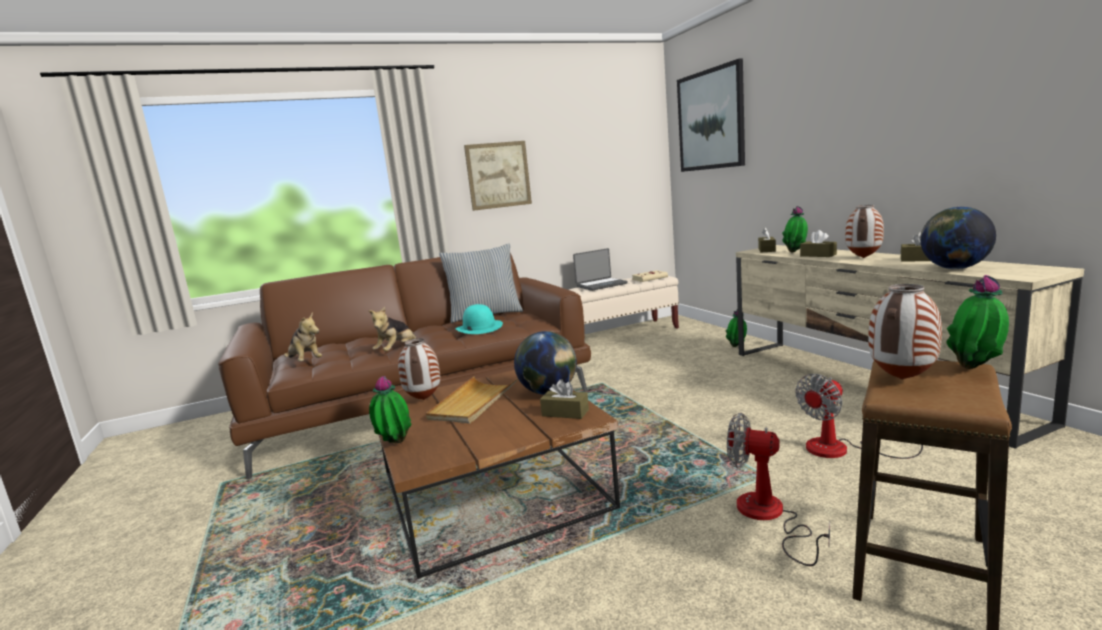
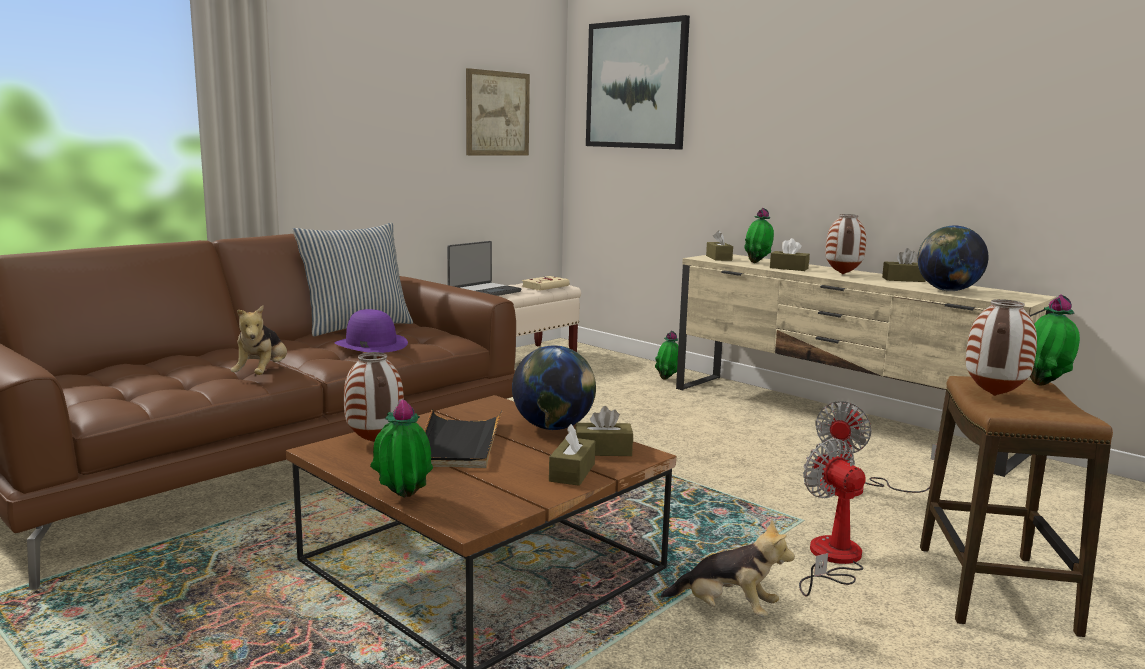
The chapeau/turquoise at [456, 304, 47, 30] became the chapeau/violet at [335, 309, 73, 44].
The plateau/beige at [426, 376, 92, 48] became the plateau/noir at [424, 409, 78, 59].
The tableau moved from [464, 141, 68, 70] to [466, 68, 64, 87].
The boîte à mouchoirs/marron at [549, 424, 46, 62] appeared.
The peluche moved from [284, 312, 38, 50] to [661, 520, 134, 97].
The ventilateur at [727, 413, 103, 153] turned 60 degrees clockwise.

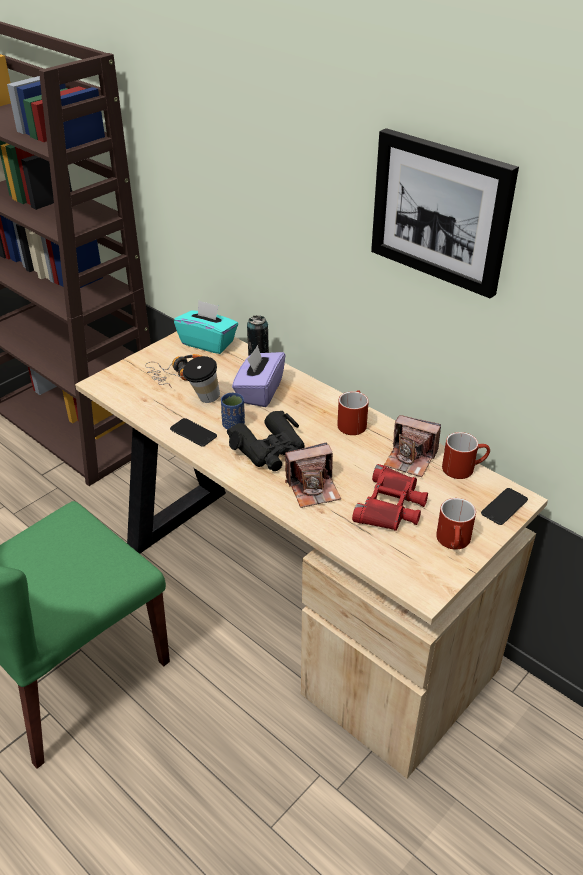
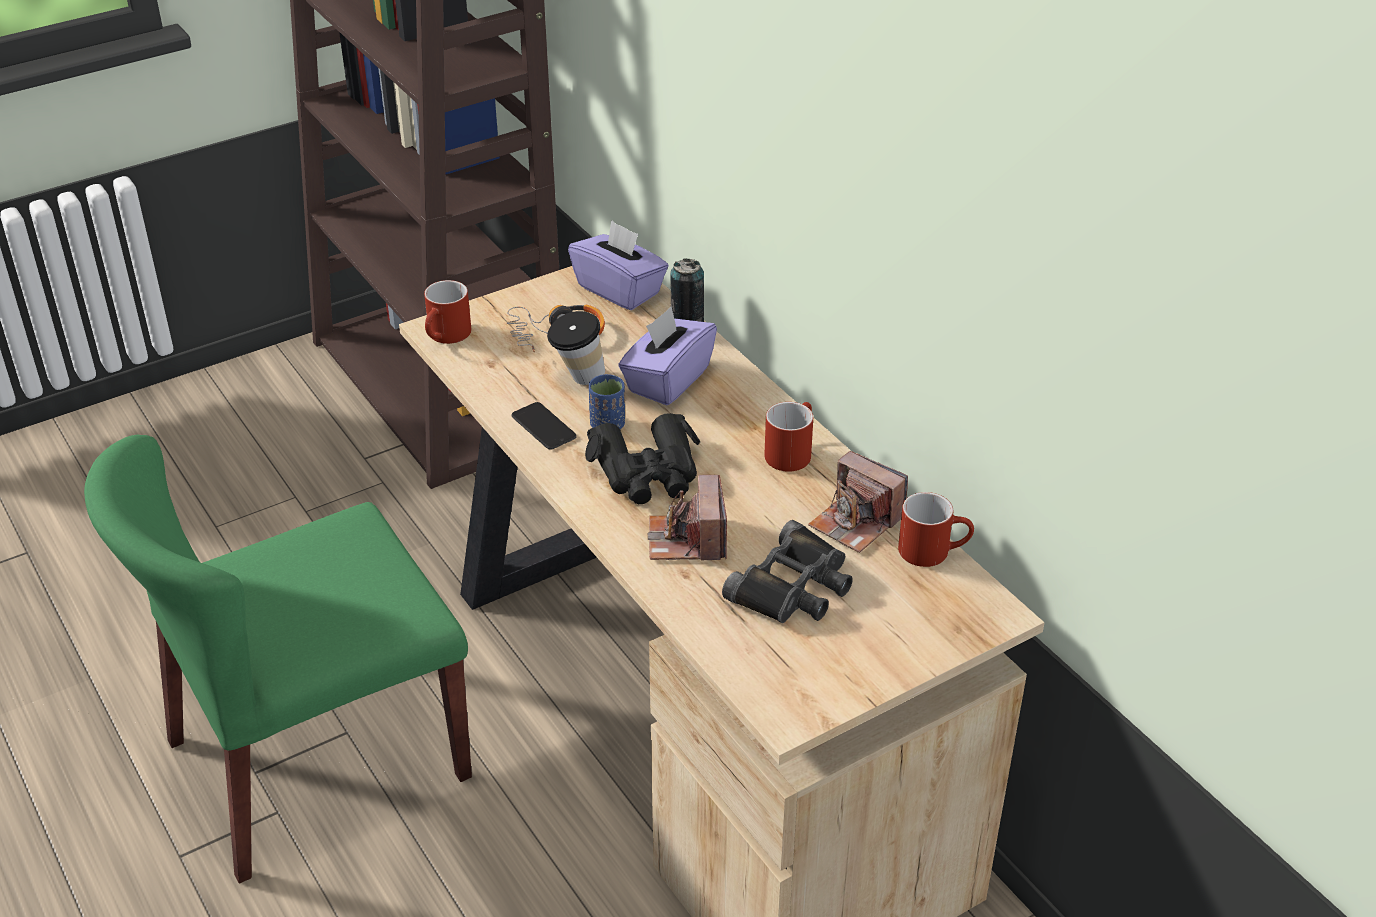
The mug/rouge moved from [436, 498, 40, 52] to [424, 280, 47, 64].
The boîte à mouchoirs/turquoise at [174, 300, 64, 54] became the boîte à mouchoirs/violet at [568, 220, 101, 90].
The appareil photo at [285, 442, 56, 66] turned 90 degrees clockwise.
The jumelles/rouge at [352, 464, 76, 67] became the jumelles/noir at [722, 520, 131, 103].
The tableau at [371, 128, 148, 170] disappeared.
The téléphone at [481, 488, 47, 37] disappeared.

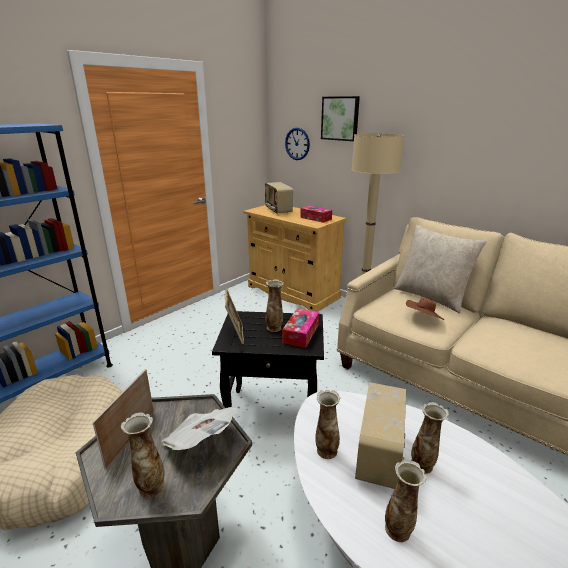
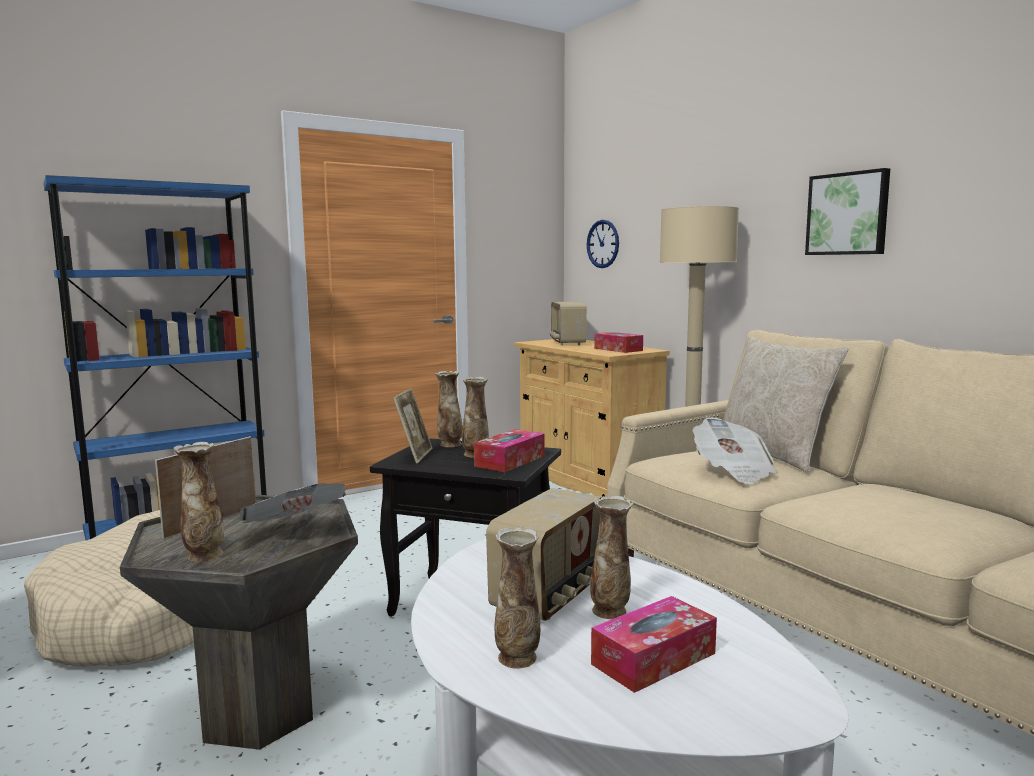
The vase moved from [315, 390, 26, 69] to [435, 371, 28, 76].
The boîte à mouchoirs at [591, 596, 126, 97] appeared.
The chapeau/marron at [406, 298, 38, 22] was replaced by the journal at [692, 417, 85, 67].
The tableau moved from [321, 96, 39, 45] to [805, 168, 85, 87].

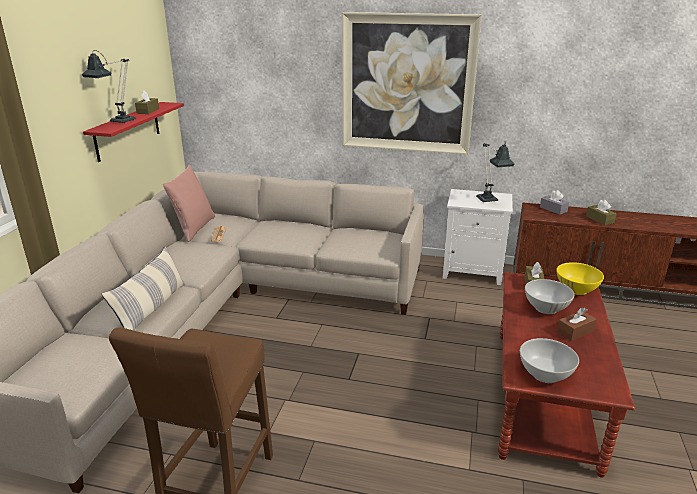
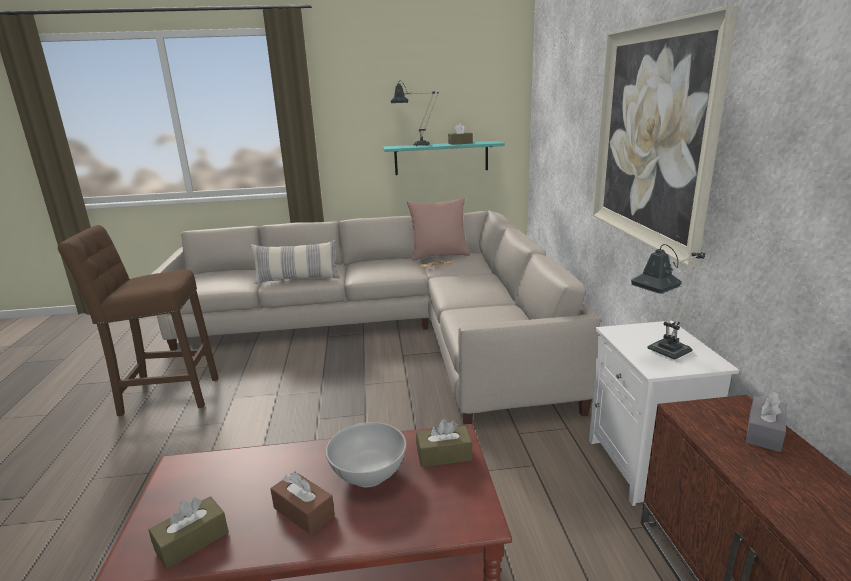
The boîte à mouchoirs/marron moved from [586, 200, 31, 25] to [149, 496, 79, 73].
The étagère/rouge at [83, 102, 101, 60] became the étagère/turquoise at [383, 141, 122, 34].
The bol/blanc at [520, 338, 59, 45] disappeared.
The bol/jaune at [556, 262, 48, 33] disappeared.

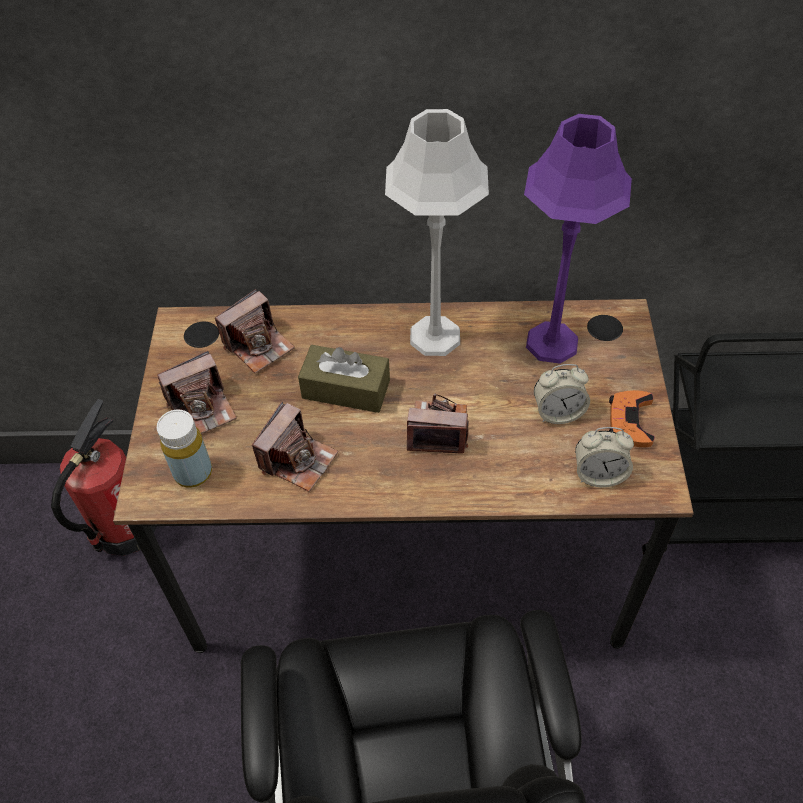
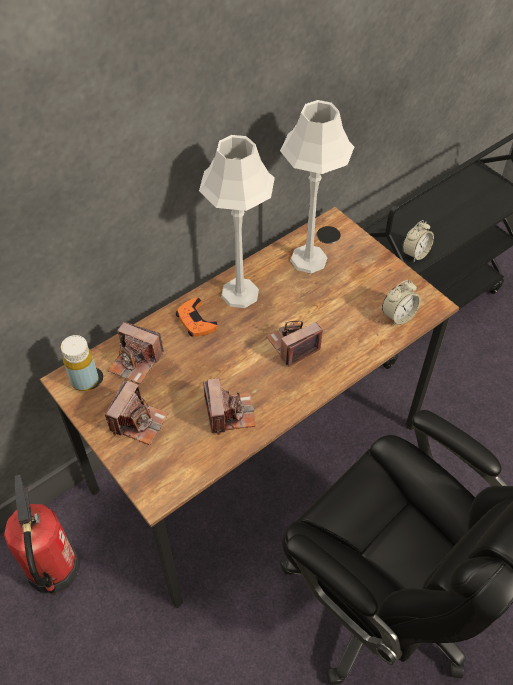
The bouteille/jaune moved from [157, 410, 55, 78] to [61, 335, 38, 56].
The appareil photo at [215, 289, 80, 84] turned 105 degrees clockwise.
The manette/orange moved from [609, 390, 46, 57] to [176, 298, 42, 39].
The lampe de table/violet at [524, 114, 108, 250] became the lampe de table/gris at [280, 100, 74, 173].
The réveil moved from [534, 364, 56, 60] to [402, 220, 32, 42].
The boîte à mouchoirs/marron at [298, 345, 92, 68] disappeared.

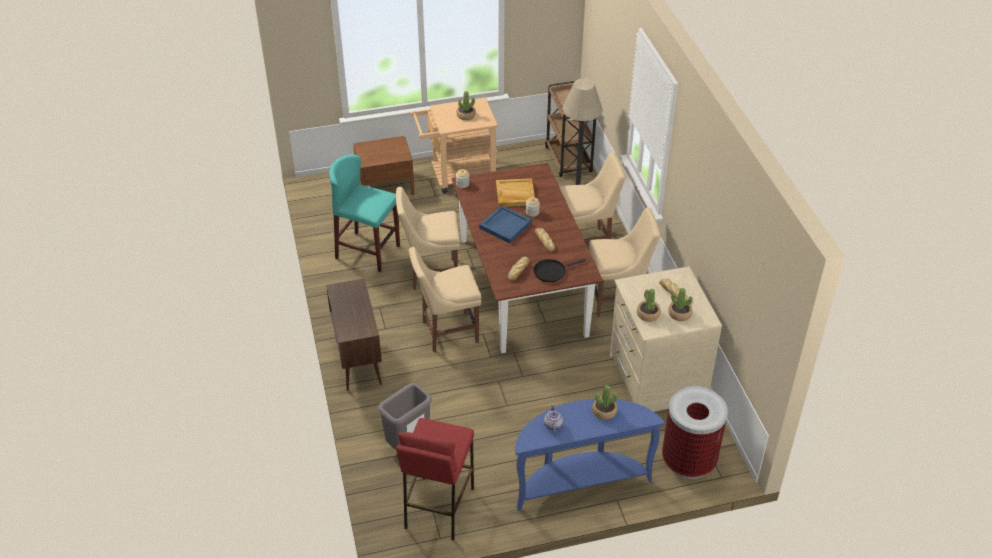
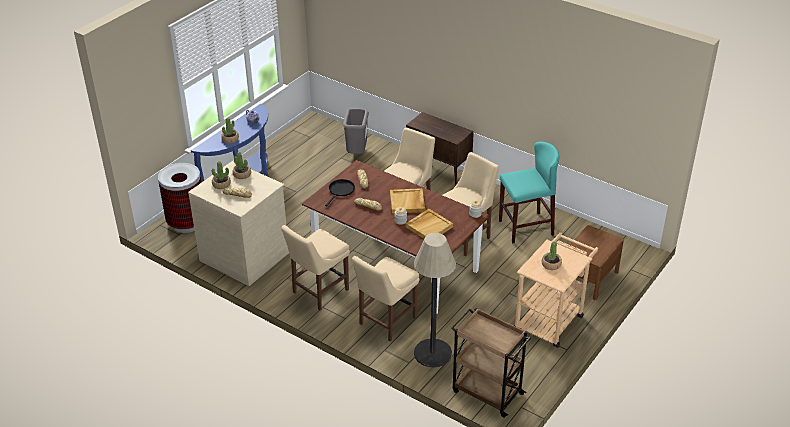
The plateau/bleu at [479, 205, 53, 38] became the plateau/beige at [390, 188, 35, 25].
The tabouret/rouge at [396, 418, 78, 123] disappeared.

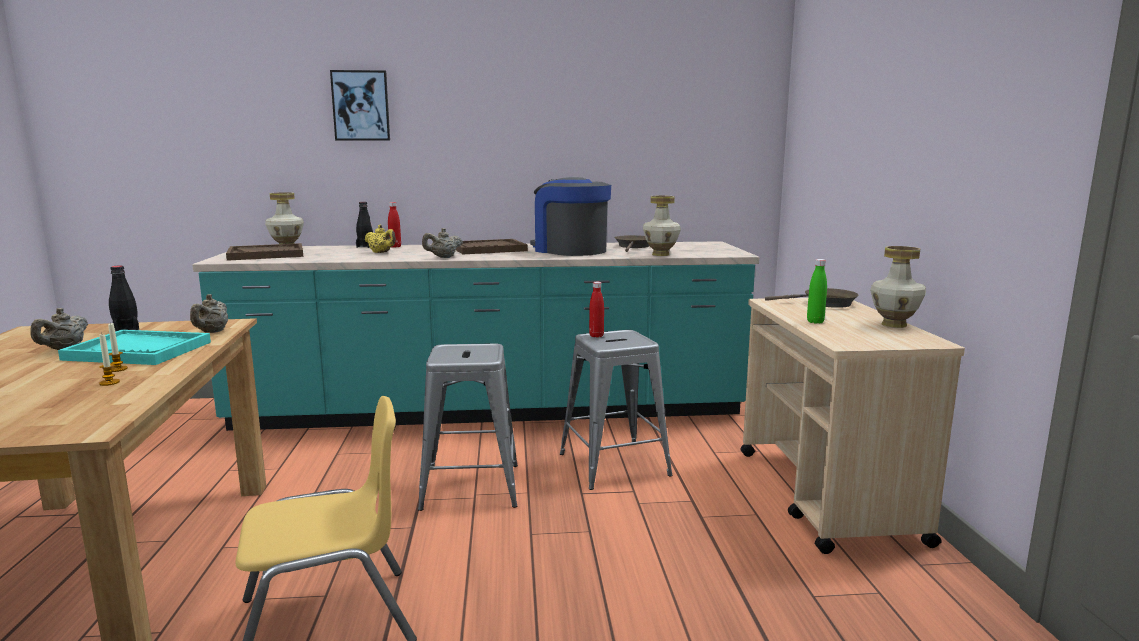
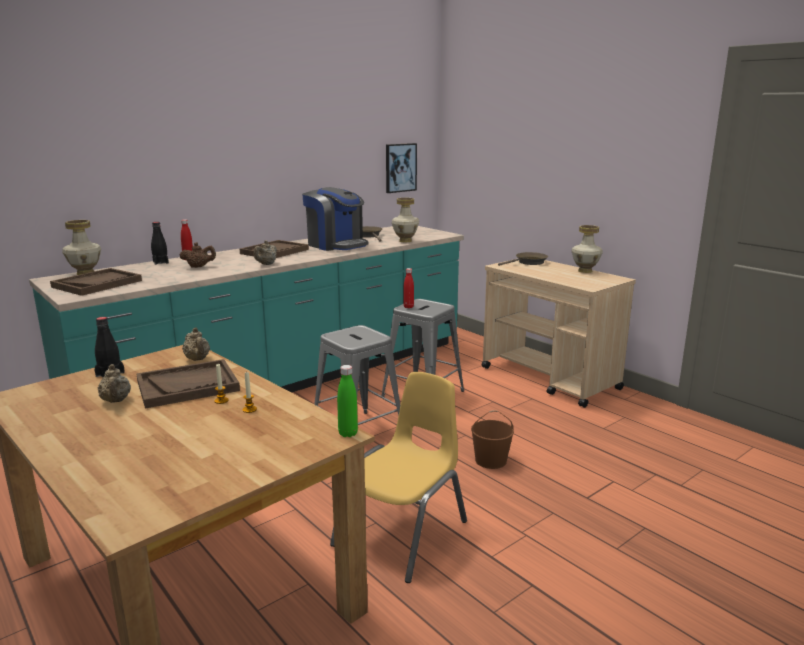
The plateau/turquoise at [58, 330, 153, 35] became the plateau/marron at [136, 359, 104, 50].
The théière/jaune at [365, 224, 31, 29] became the théière/marron at [180, 242, 36, 26].
The machine à café at [530, 177, 81, 79] turned 150 degrees counterclockwise.
The bouteille/vert moved from [807, 259, 20, 65] to [337, 365, 21, 72].
The tableau moved from [330, 70, 60, 71] to [386, 143, 31, 50].
The seau/marron at [471, 410, 43, 59] appeared.

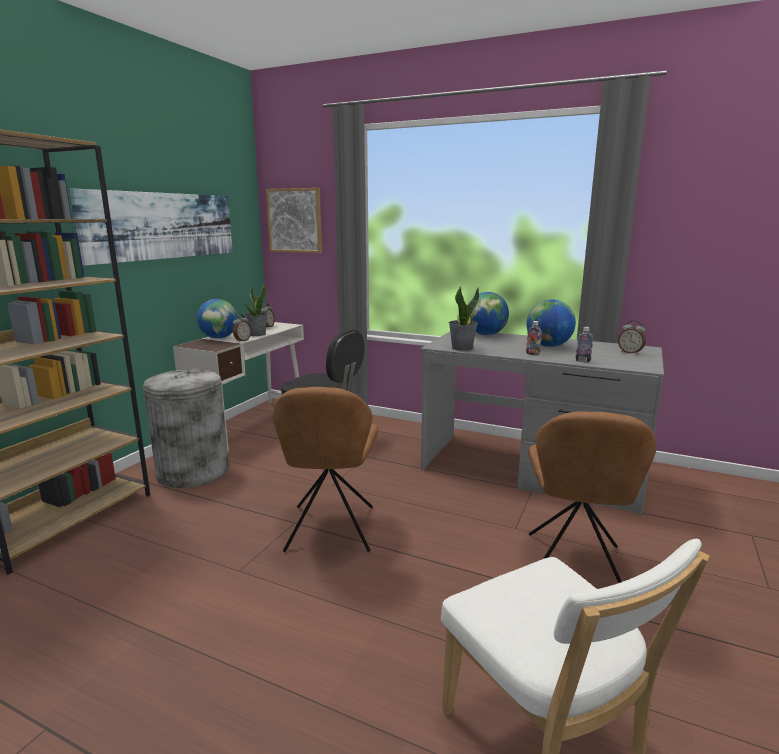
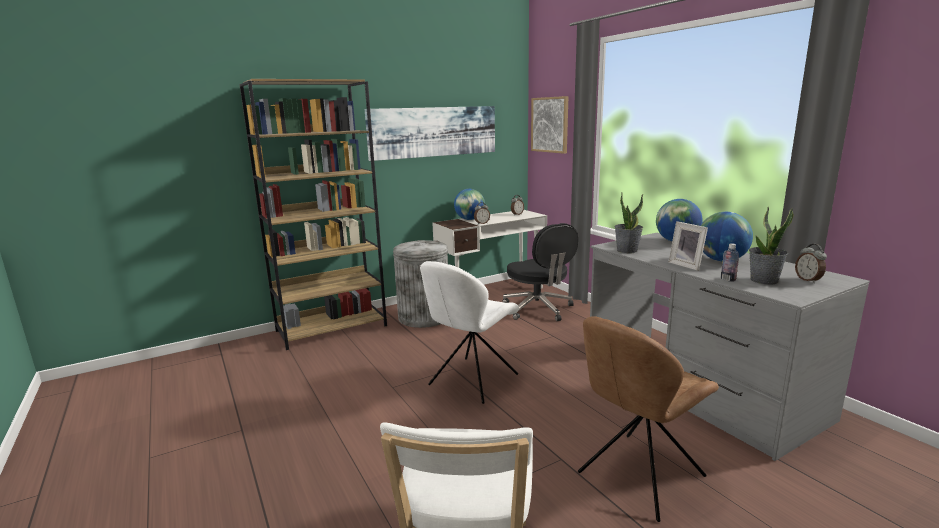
The chaise/marron at [272, 387, 106, 165] became the chaise/blanc at [420, 261, 99, 143].
The bouteille at [526, 321, 16, 34] was replaced by the cadre photo at [668, 221, 40, 50].
The plante en pot moved from [244, 284, 23, 52] to [749, 207, 45, 77].

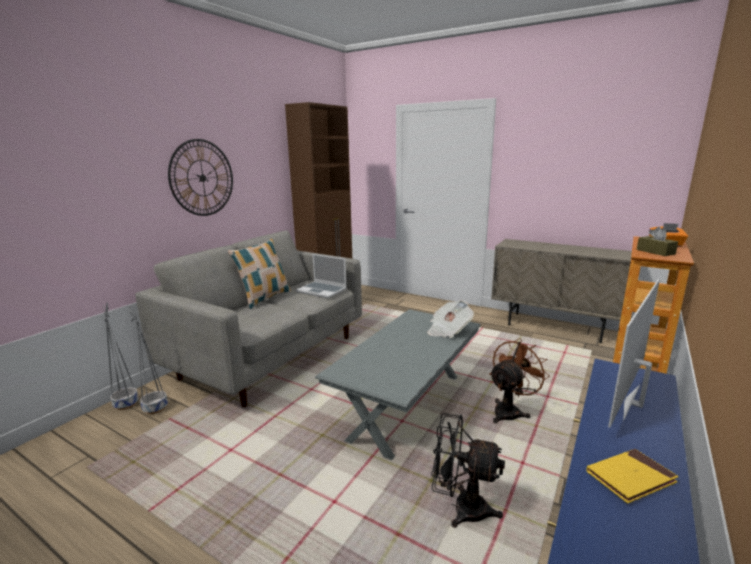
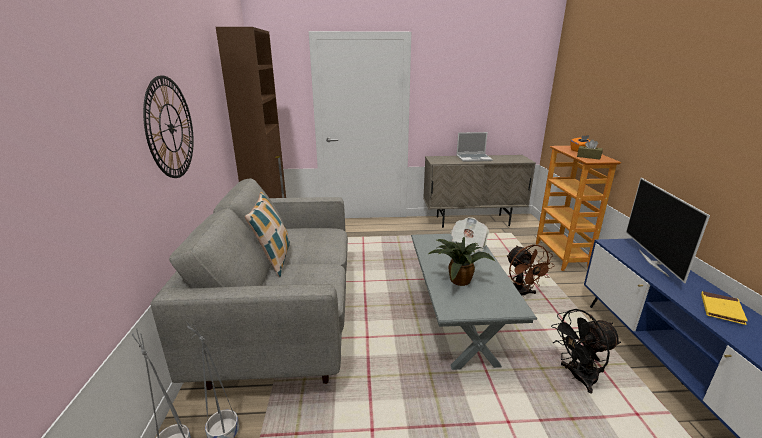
The plante en pot at [428, 237, 68, 49] appeared.
The ordinateur portable moved from [296, 254, 51, 44] to [456, 132, 37, 30].
The ventilateur/marron at [489, 338, 61, 85] turned 150 degrees clockwise.

